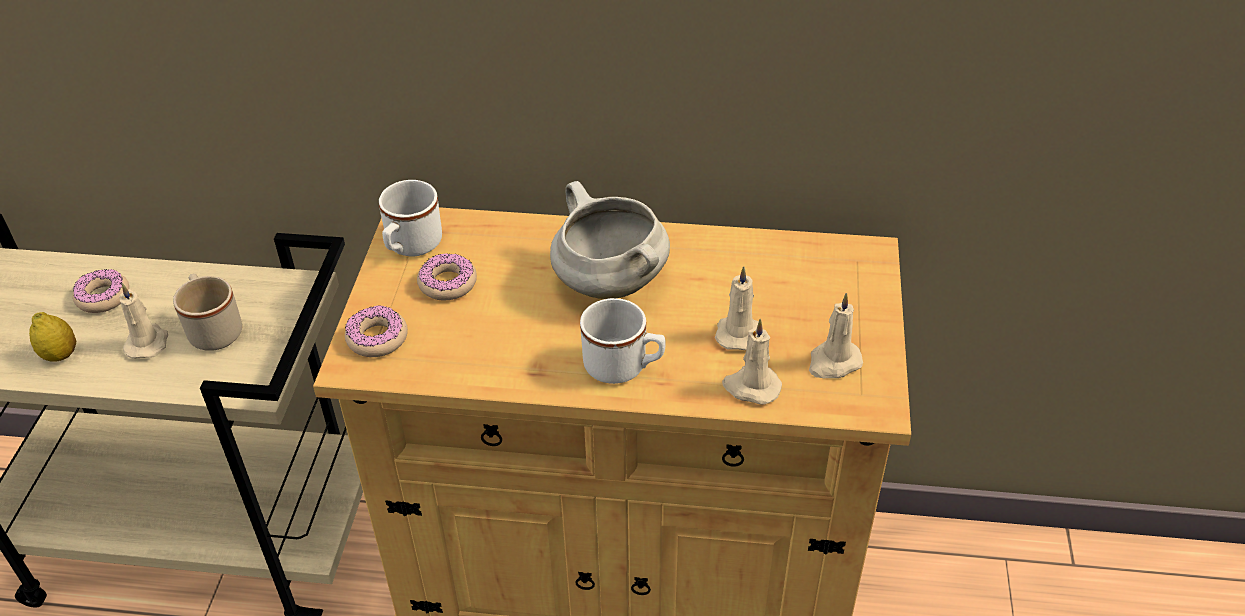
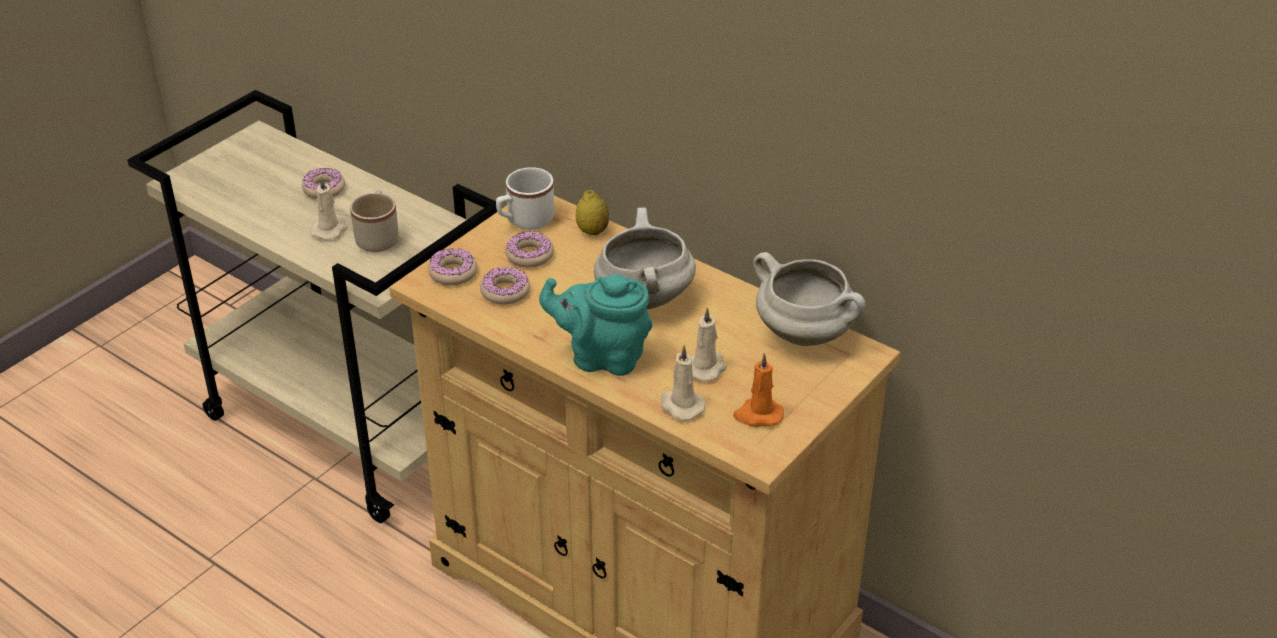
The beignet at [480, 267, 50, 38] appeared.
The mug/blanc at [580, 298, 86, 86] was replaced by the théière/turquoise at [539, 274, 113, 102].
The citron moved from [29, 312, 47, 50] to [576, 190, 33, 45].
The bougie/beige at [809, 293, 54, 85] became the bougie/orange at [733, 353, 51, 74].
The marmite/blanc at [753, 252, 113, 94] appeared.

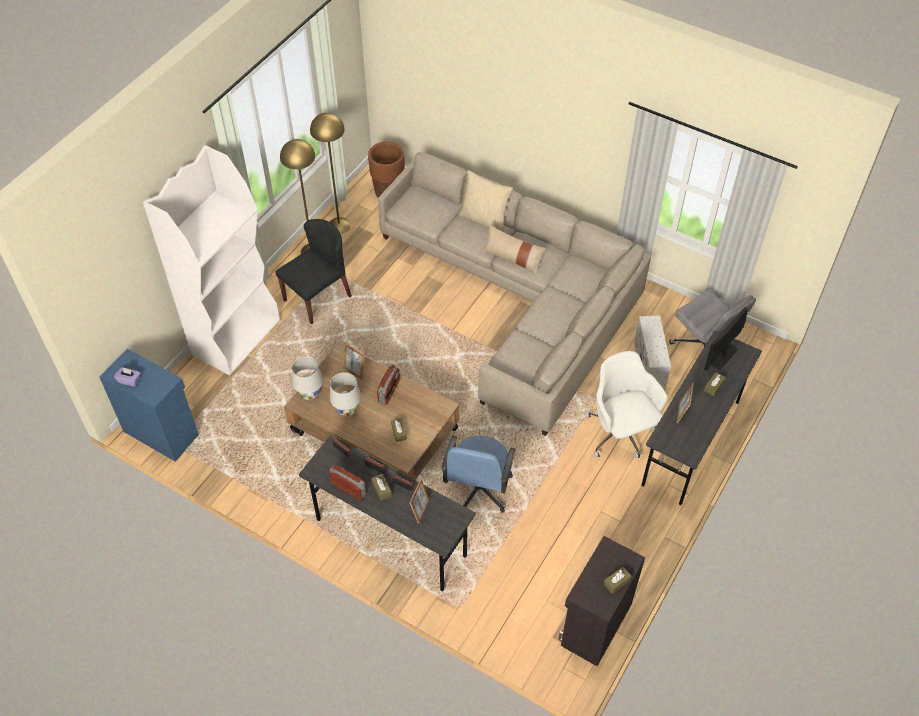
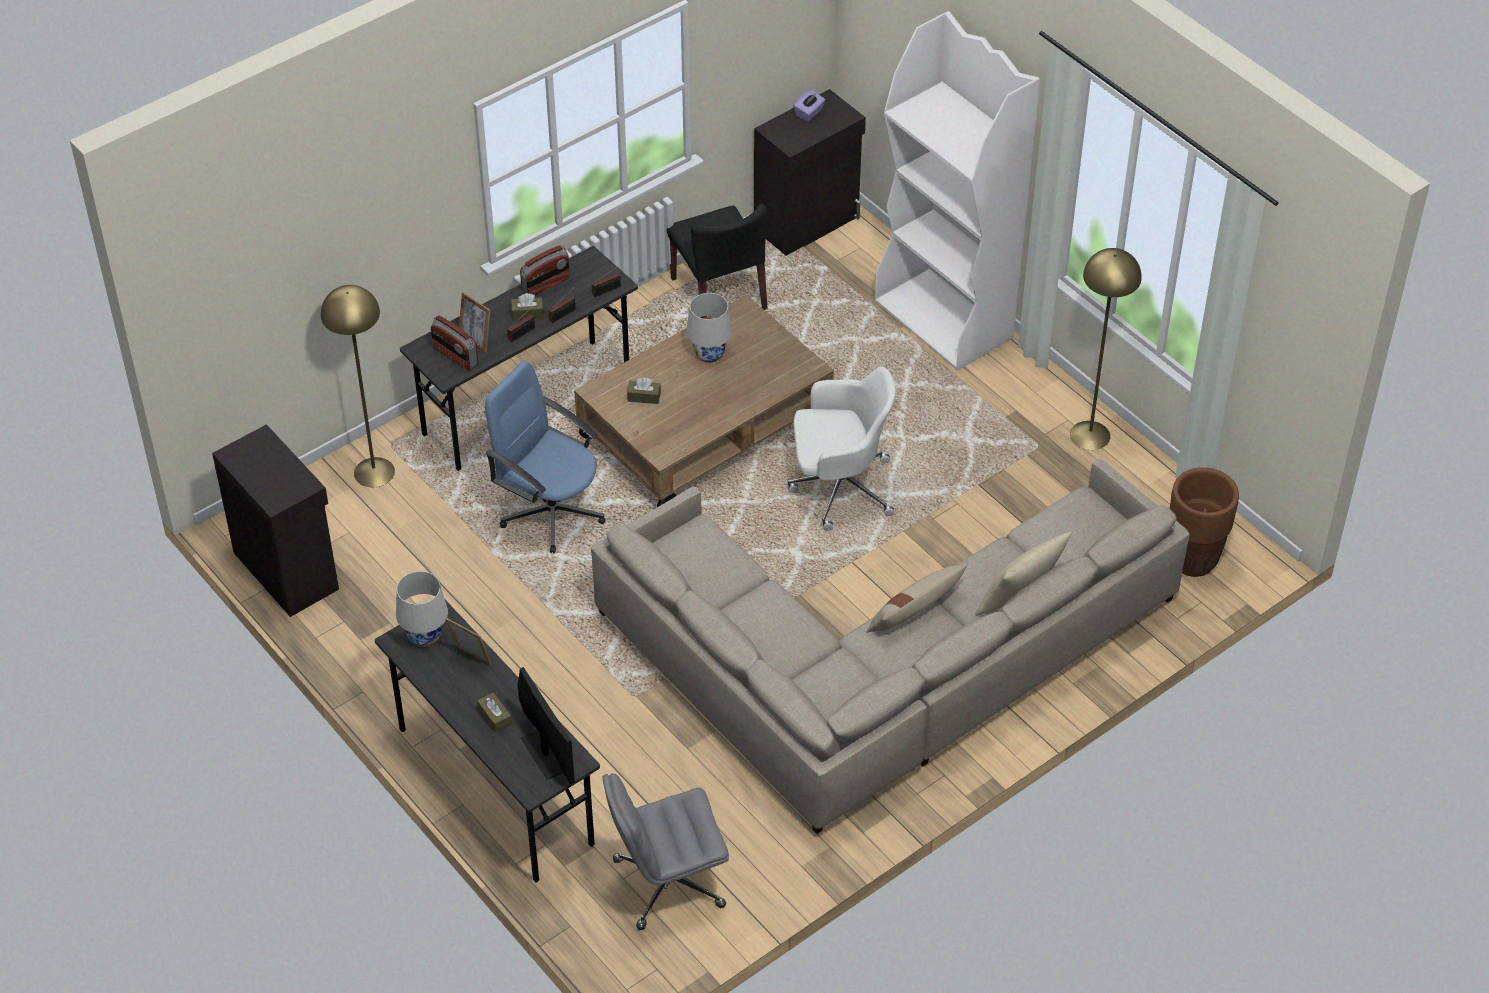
The lampadaire/jaune moved from [310, 113, 41, 121] to [321, 285, 74, 202].
The lampe de table/blanc moved from [292, 356, 31, 44] to [396, 571, 52, 76].
The radio moved from [377, 364, 23, 41] to [431, 316, 47, 55].
The chaise/noir moved from [276, 219, 76, 105] to [667, 204, 101, 115].
The meuble de rangement/bleu at [100, 349, 99, 113] became the meuble de rangement/noir at [754, 89, 112, 167].
The chaise de bureau/blanc moved from [584, 351, 83, 107] to [788, 367, 108, 164].
The cadre photo at [343, 343, 22, 37] disappeared.
The boîte à mouchoirs/marron at [604, 566, 27, 28] disappeared.
The boîte de rangement/blanc at [634, 315, 37, 76] disappeared.

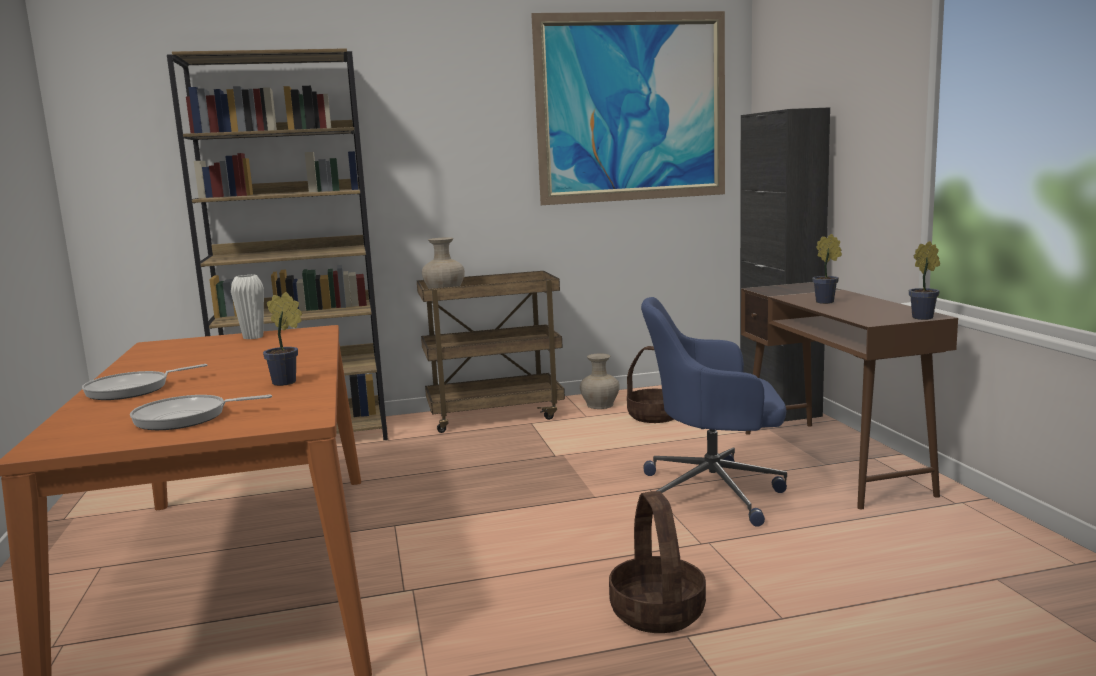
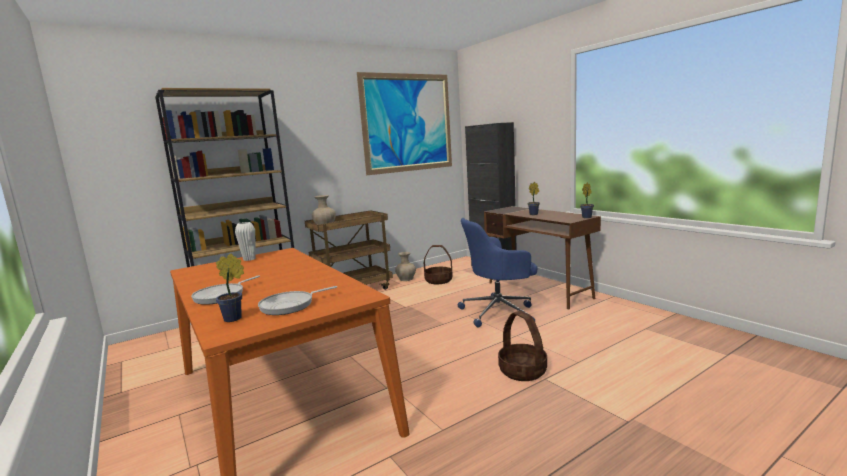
The plante en pot moved from [263, 292, 39, 94] to [216, 254, 28, 68].

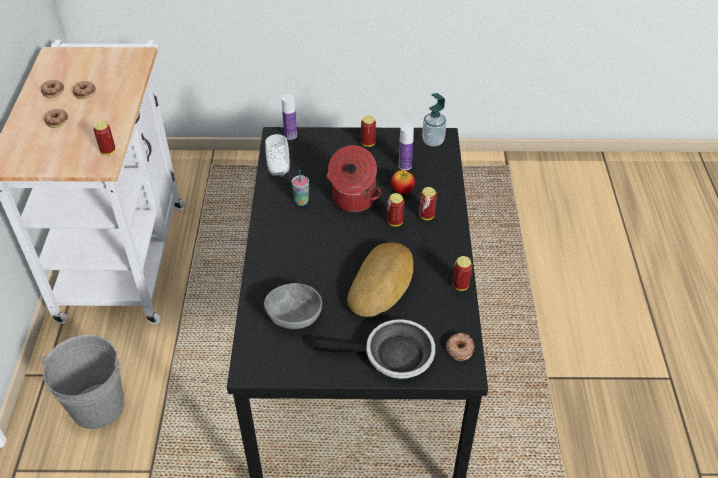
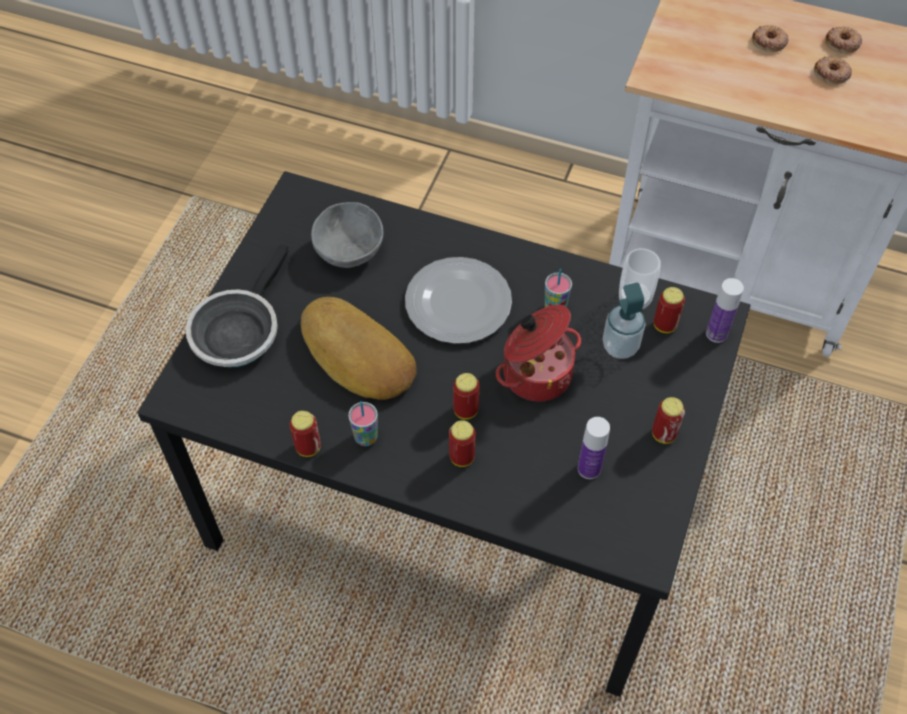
The tasse at [348, 401, 30, 45] appeared.
The assiette at [405, 257, 107, 87] appeared.
The distributeur de savon moved from [422, 93, 24, 54] to [603, 282, 43, 77].
The boîte métallique moved from [94, 121, 22, 34] to [654, 287, 31, 46].
The seau/gris at [41, 335, 83, 94] disappeared.
The pomme at [391, 170, 24, 24] disappeared.
The beignet at [446, 333, 29, 28] disappeared.

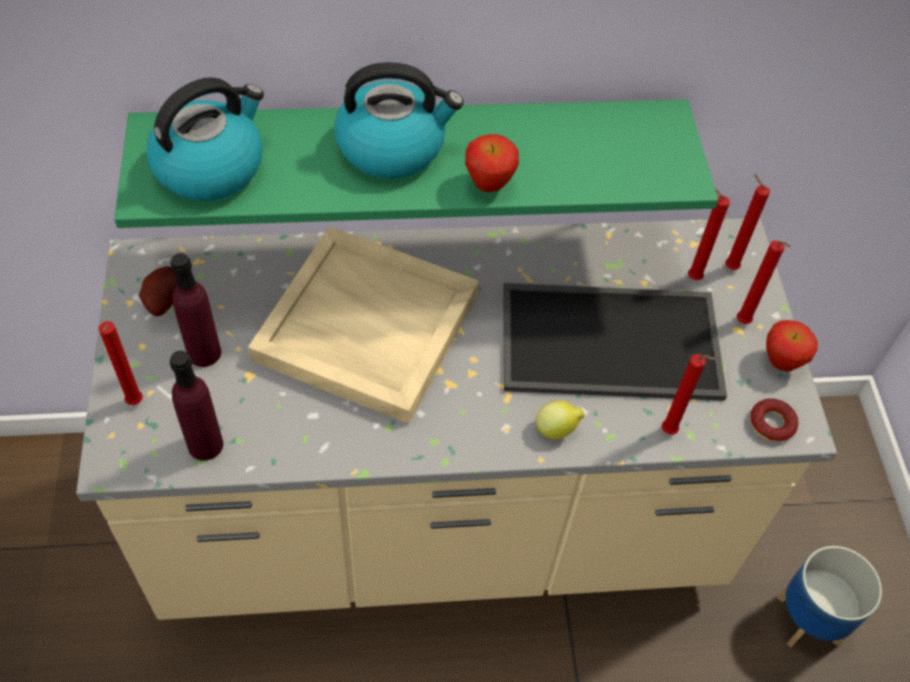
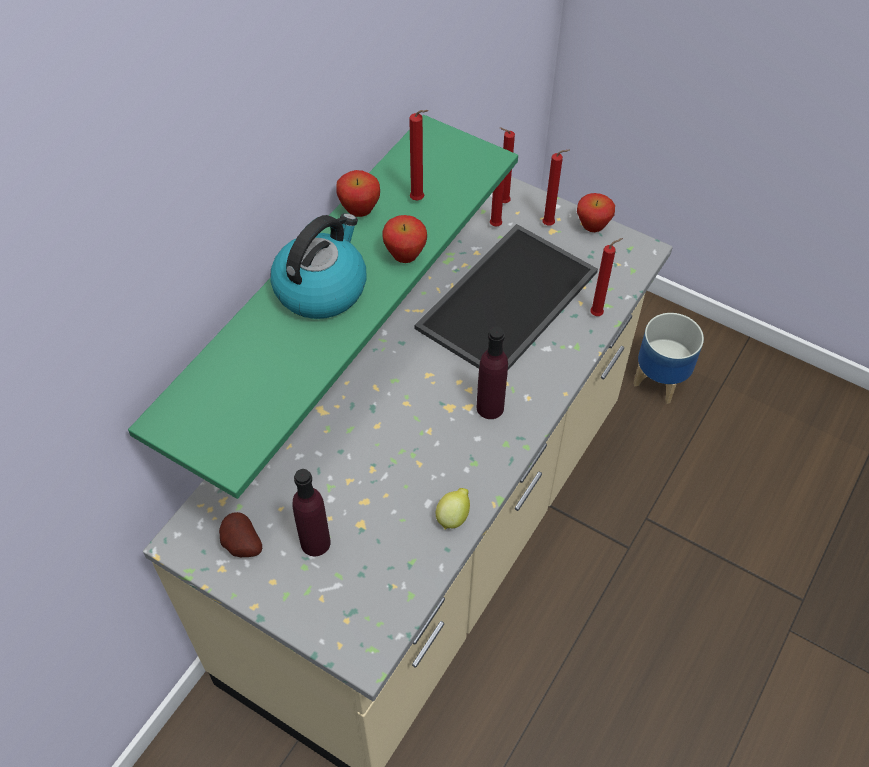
The pomme at [336, 170, 44, 47] appeared.
The bougie/rouge moved from [98, 321, 45, 84] to [409, 110, 19, 91].
The citron moved from [536, 401, 49, 38] to [436, 488, 34, 42].
The bouteille/violet moved from [170, 351, 53, 110] to [477, 327, 31, 92].
The bouilloire at [146, 77, 118, 124] disappeared.
The plateau/beige at [248, 226, 231, 198] disappeared.
The beignet at [750, 398, 48, 44] disappeared.

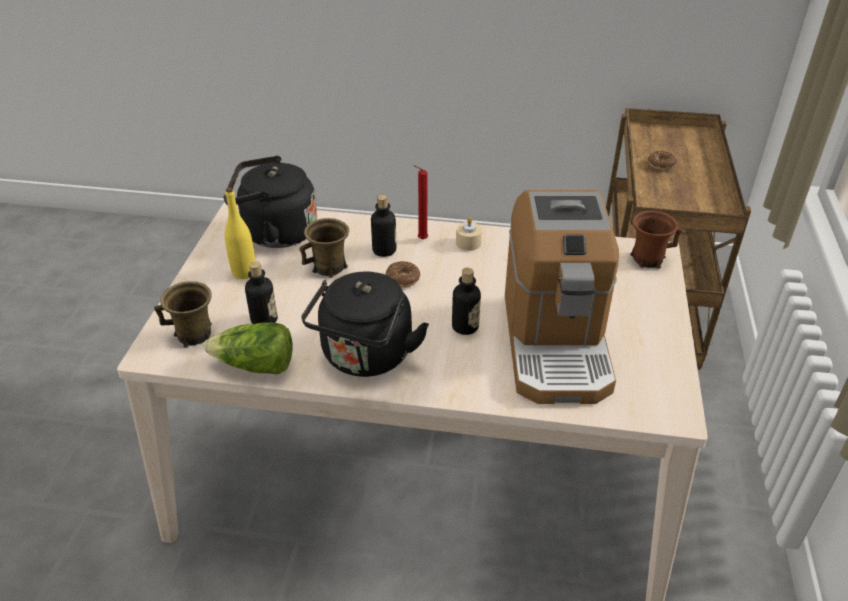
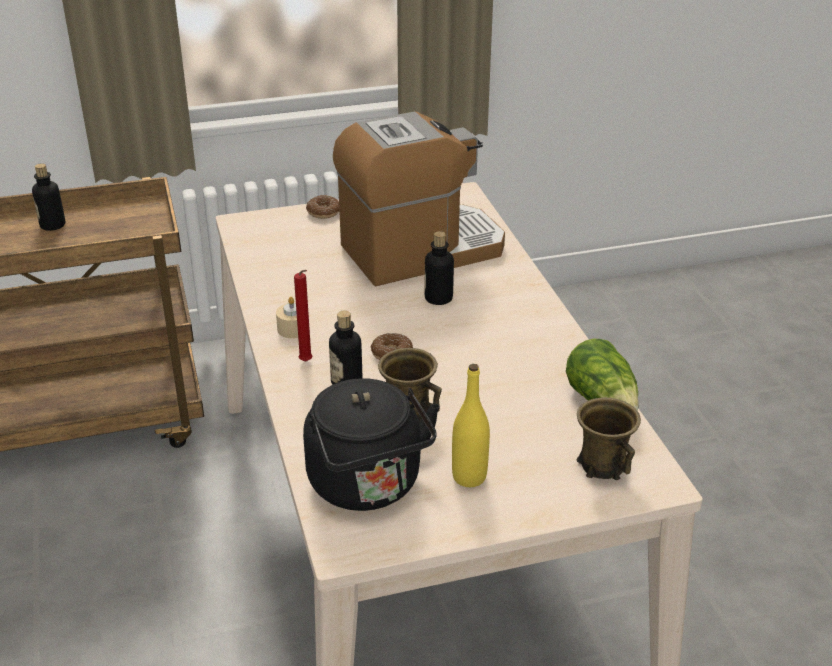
The bouteille moved from [245, 261, 33, 63] to [32, 163, 33, 68].
The beignet moved from [648, 151, 29, 19] to [306, 195, 33, 24].
The bouilloire/noir at [301, 271, 128, 106] disappeared.
The mug/marron at [630, 211, 52, 57] disappeared.

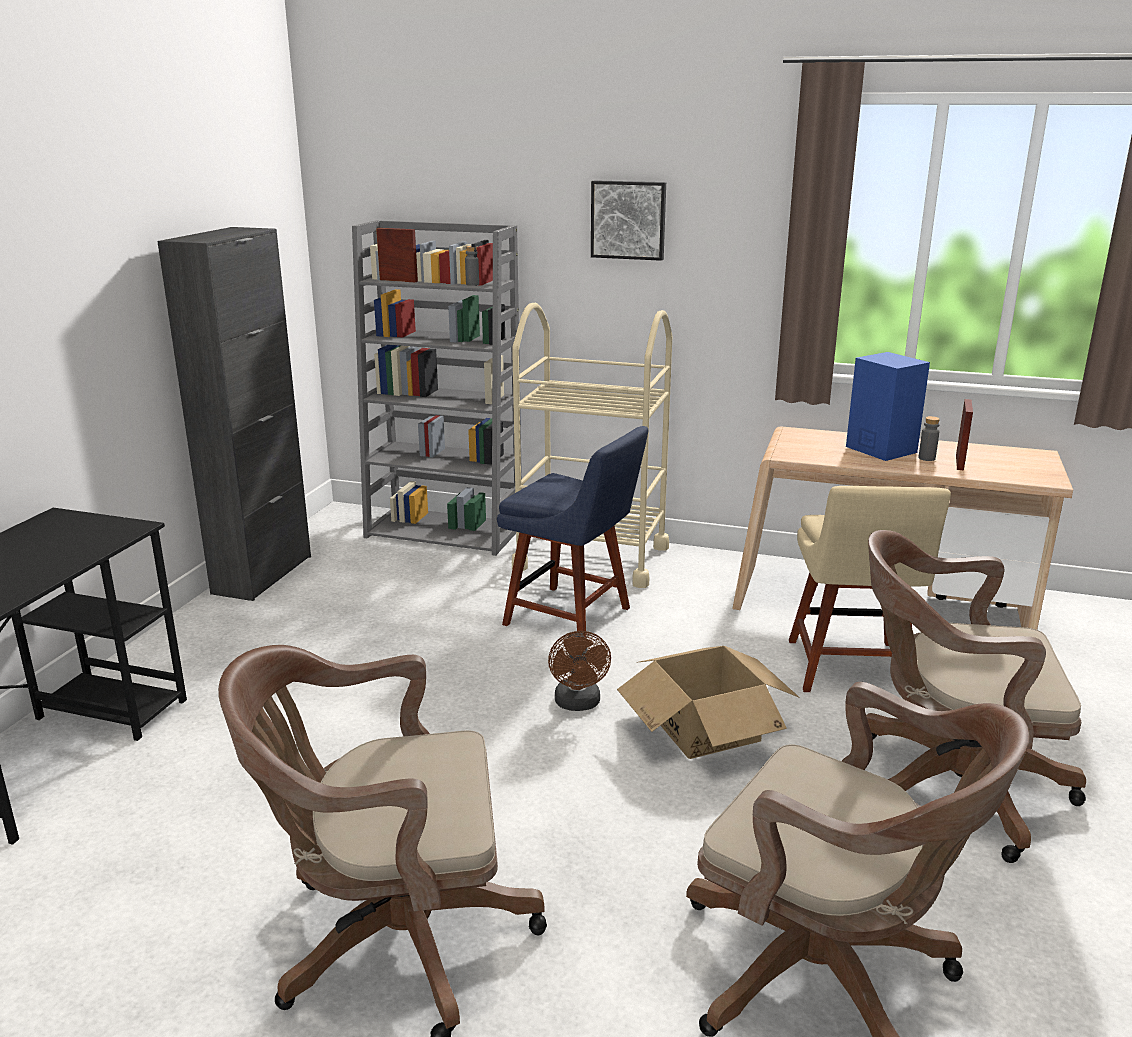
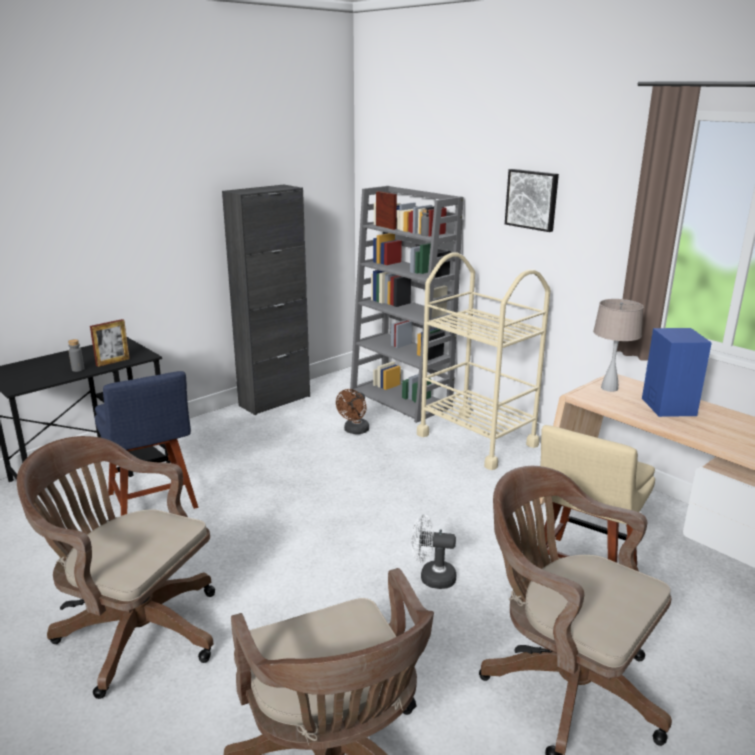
The bouteille/gris moved from [918, 416, 22, 45] to [68, 339, 16, 33].
The cadre photo moved from [956, 399, 17, 72] to [90, 319, 40, 48].
The chaise/bleu moved from [497, 426, 151, 211] to [95, 371, 103, 145].
The ventilateur/marron moved from [548, 631, 63, 80] to [336, 389, 33, 45].
The carton at [617, 646, 183, 113] was replaced by the ventilateur/blanc at [411, 515, 45, 74].
The lampe de table/beige at [593, 299, 51, 93] appeared.

